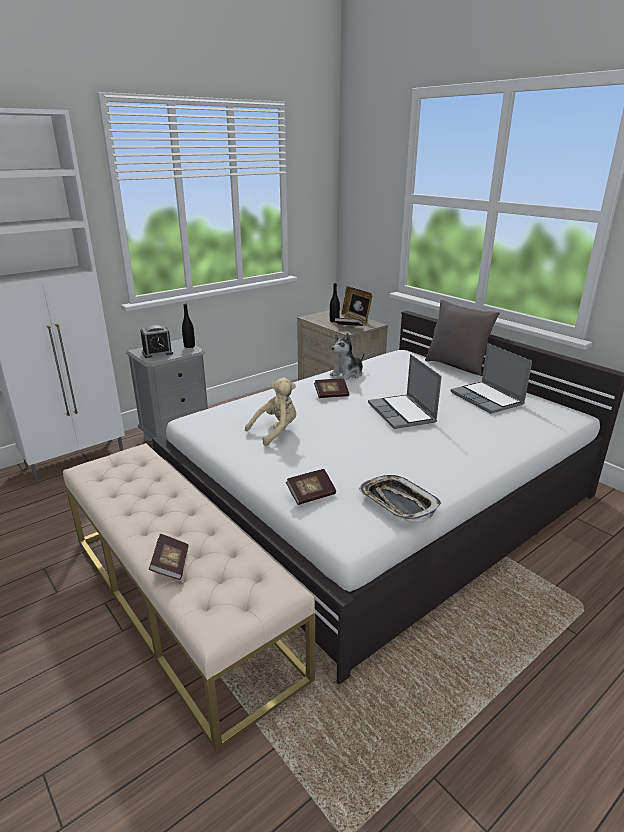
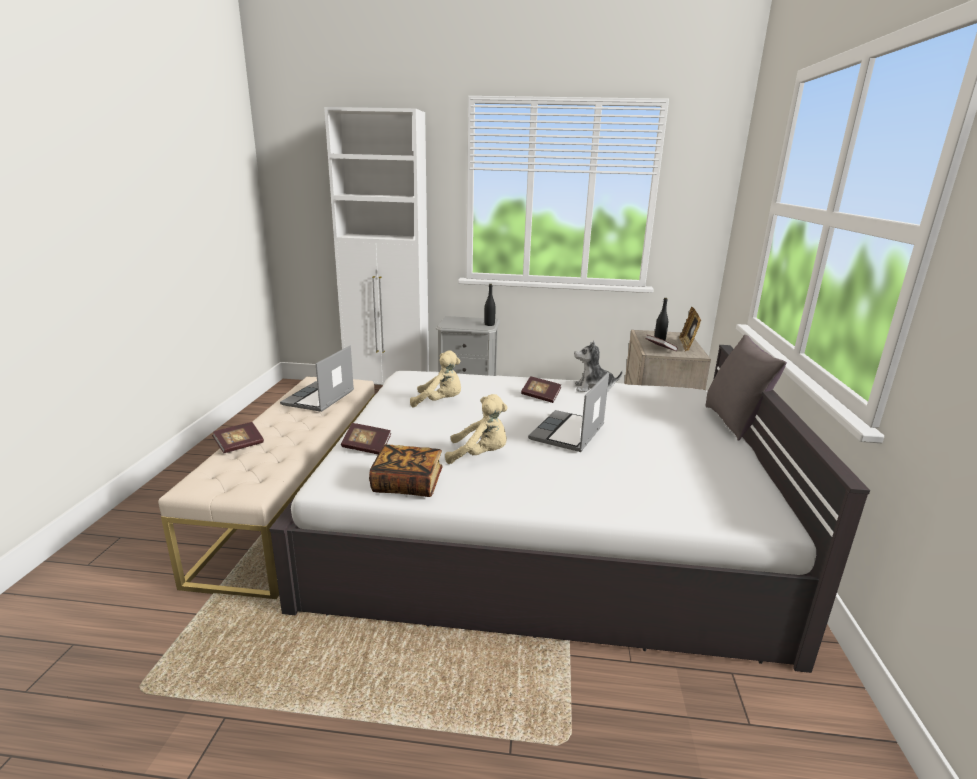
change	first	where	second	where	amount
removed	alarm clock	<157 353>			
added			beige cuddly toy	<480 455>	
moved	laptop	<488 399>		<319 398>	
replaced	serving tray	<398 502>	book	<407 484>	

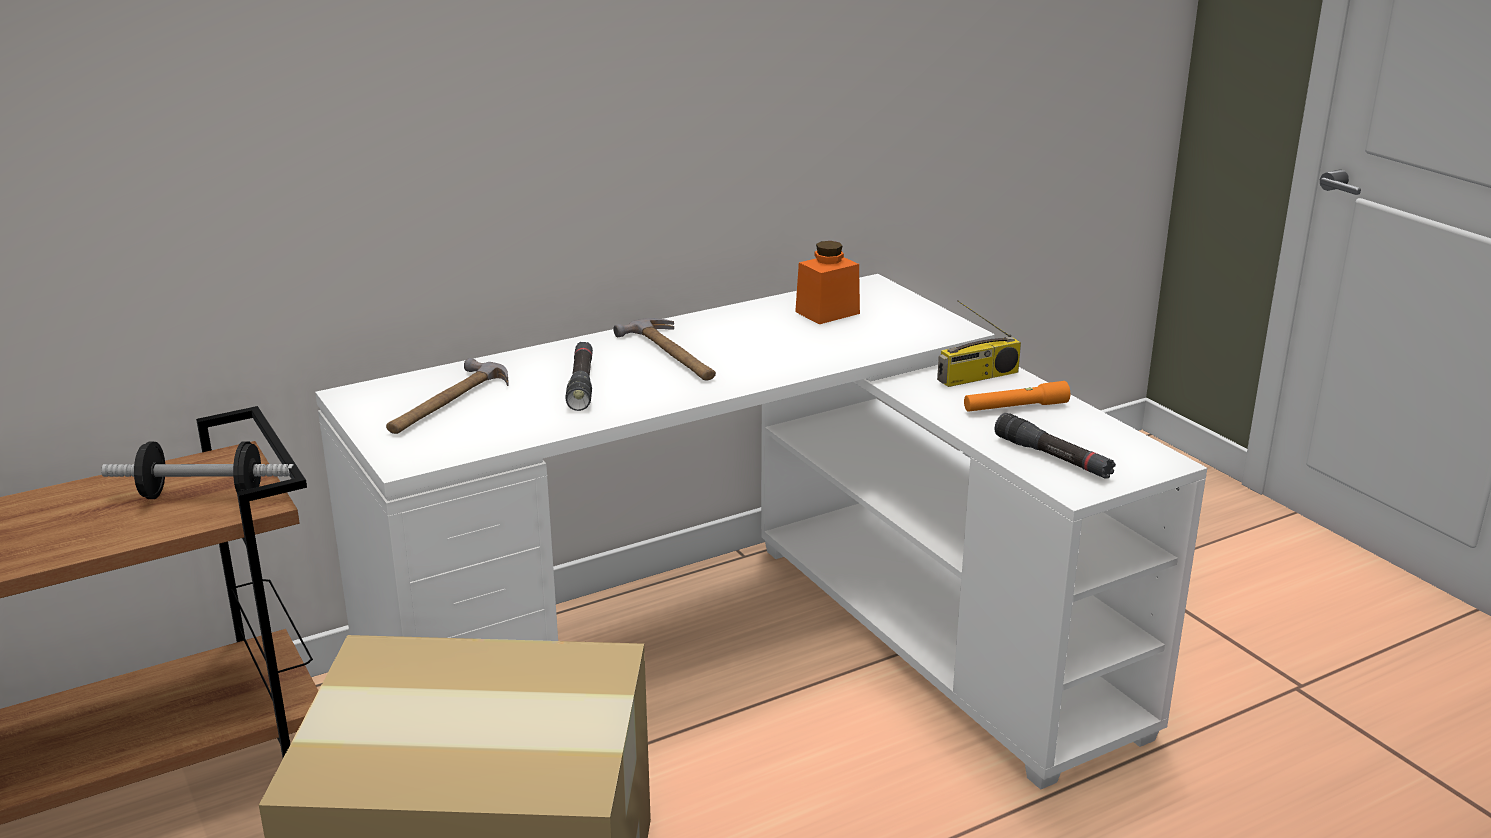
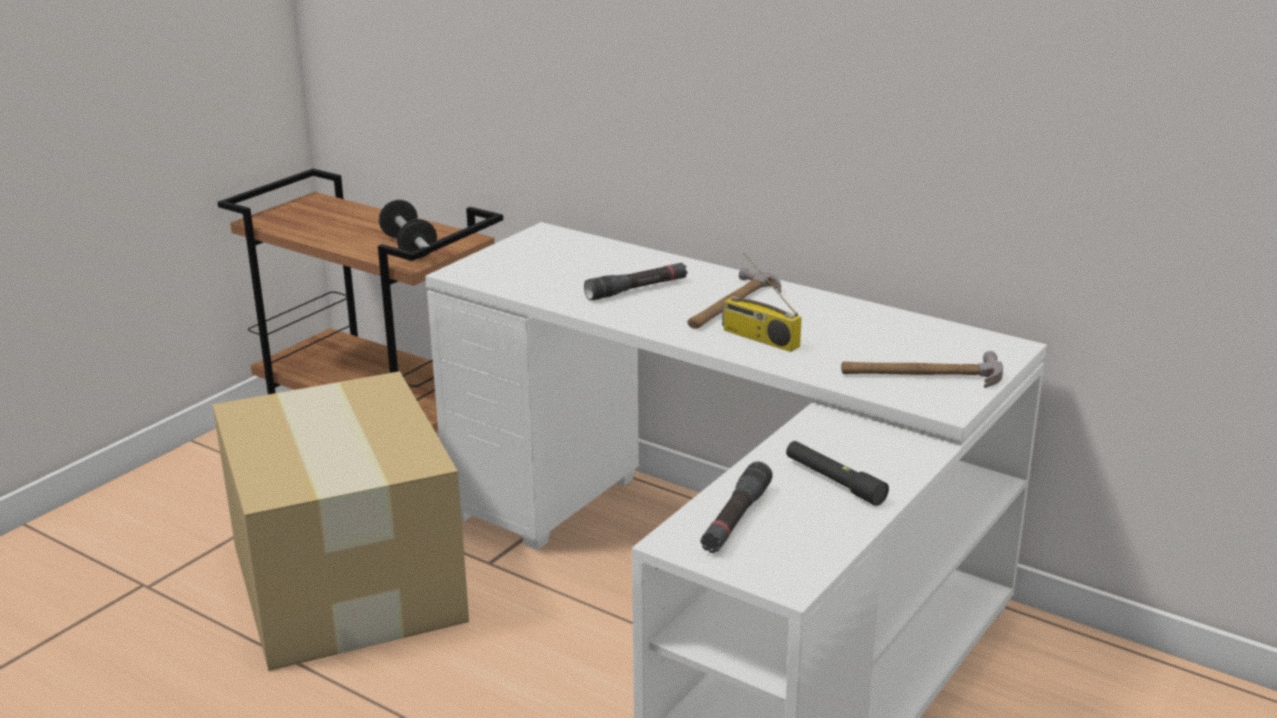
change	first	where	second	where	amount
removed	orange jar	<827 312>			
moved	hammer	<447 403>		<921 375>	
moved	radio receiver	<977 377>		<758 338>	
recoloured	orange hand torch	<1015 407>	black-coloured hand torch	<834 481>	

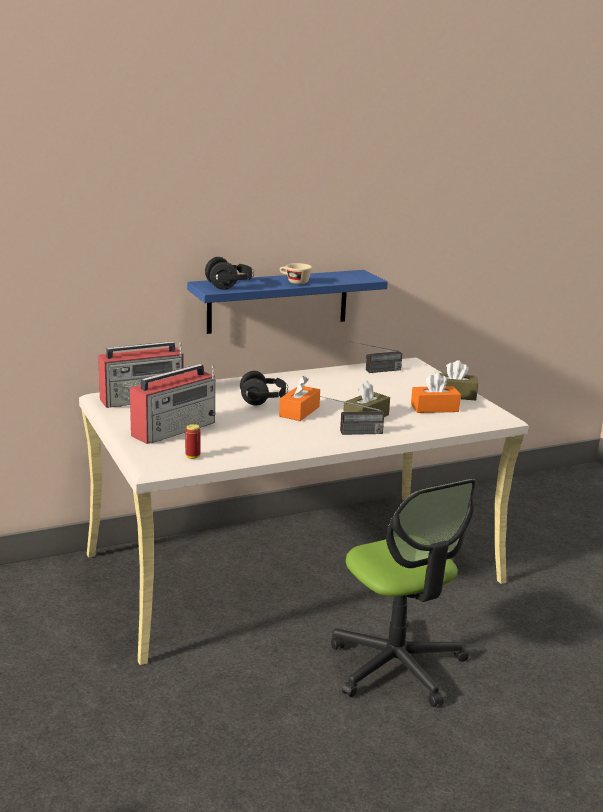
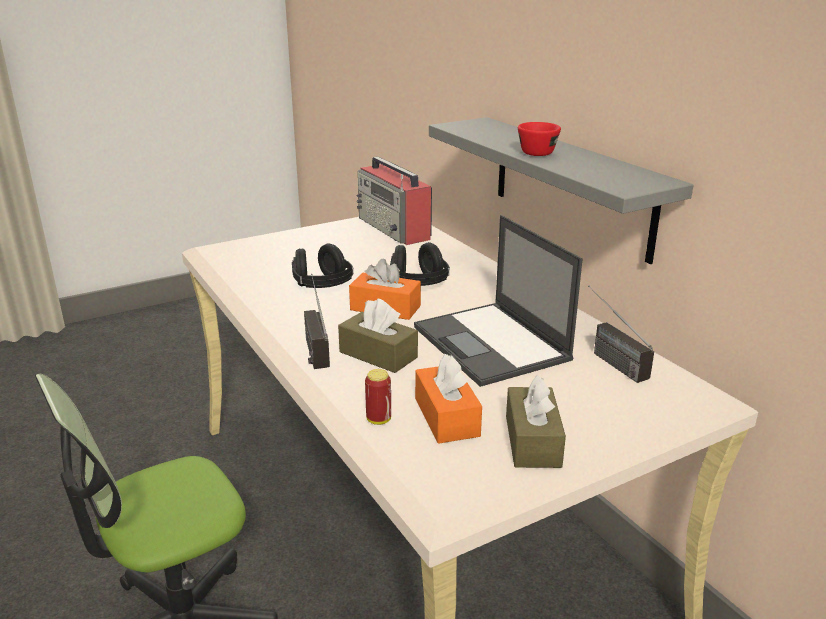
change	first	where	second	where	amount
removed	radio receiver	<175 429>			
added			laptop	<492 344>	
moved	sealed can	<192 456>		<378 420>	
moved	black-coloured headphones	<230 286>		<322 287>	
recoloured	blue wall shelf	<278 301>	greyish wall shelf	<571 186>	
recoloured	beige drinking cup	<294 282>	red-coloured drinking cup	<538 152>	

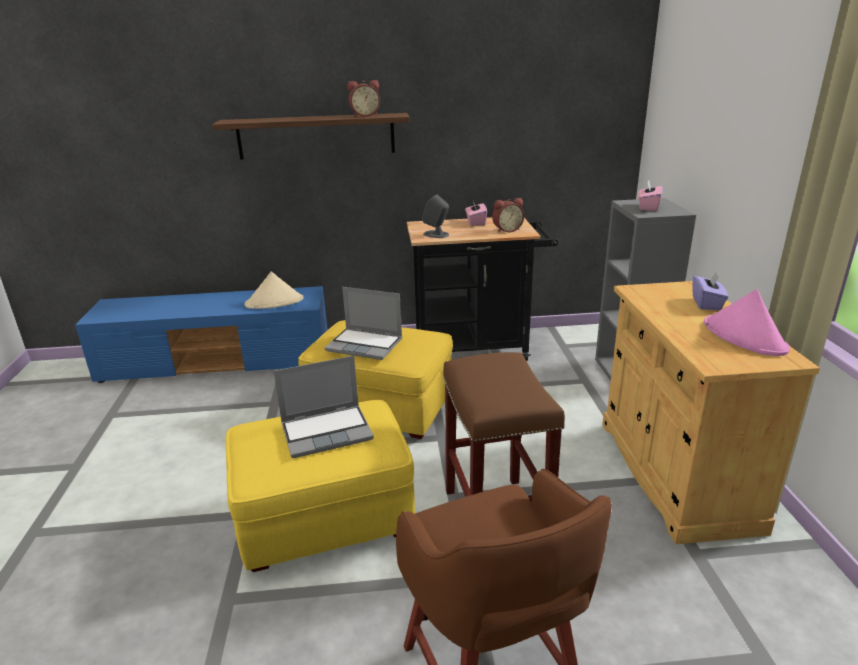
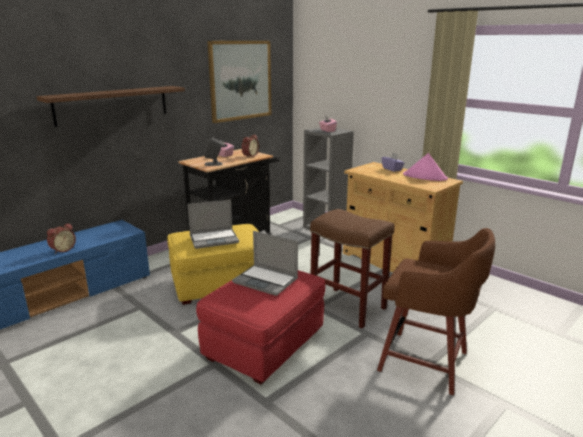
change	first	where	second	where	amount
removed	beige clothing hat	<274 302>			
added			picture	<240 80>	
moved	alarm clock	<365 115>		<62 250>	
recoloured	yellowish footrest	<326 518>	red-coloured footrest	<265 344>	
turned	laptop	<327 431>		<266 281>	90 degrees clockwise

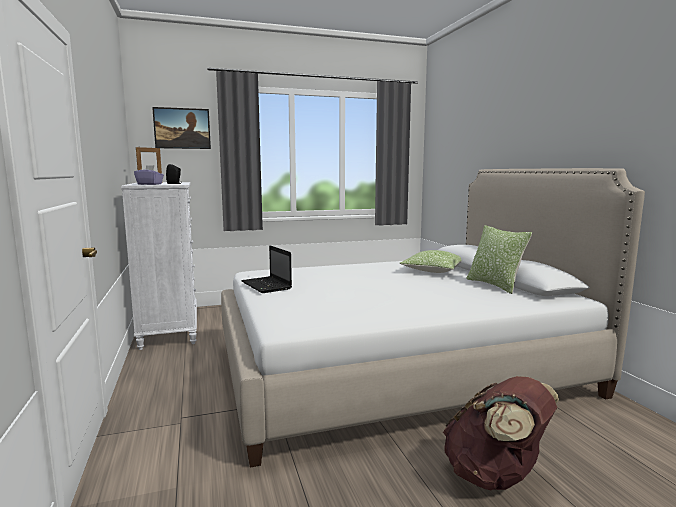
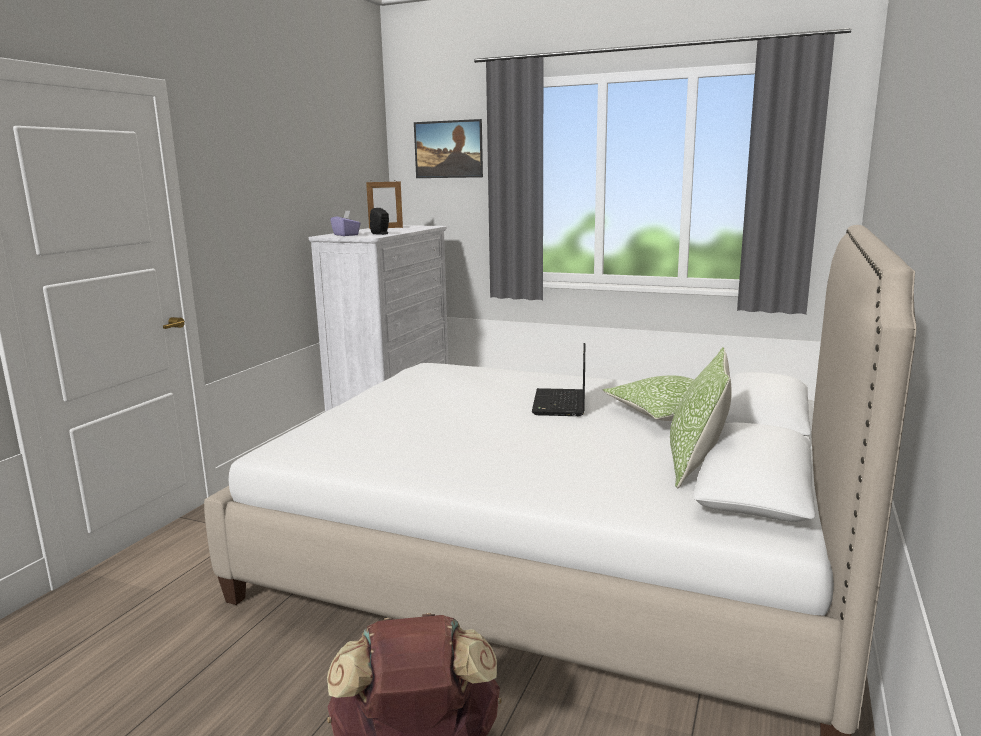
change	first	where	second	where	amount
moved	laptop	<267 286>		<560 404>	

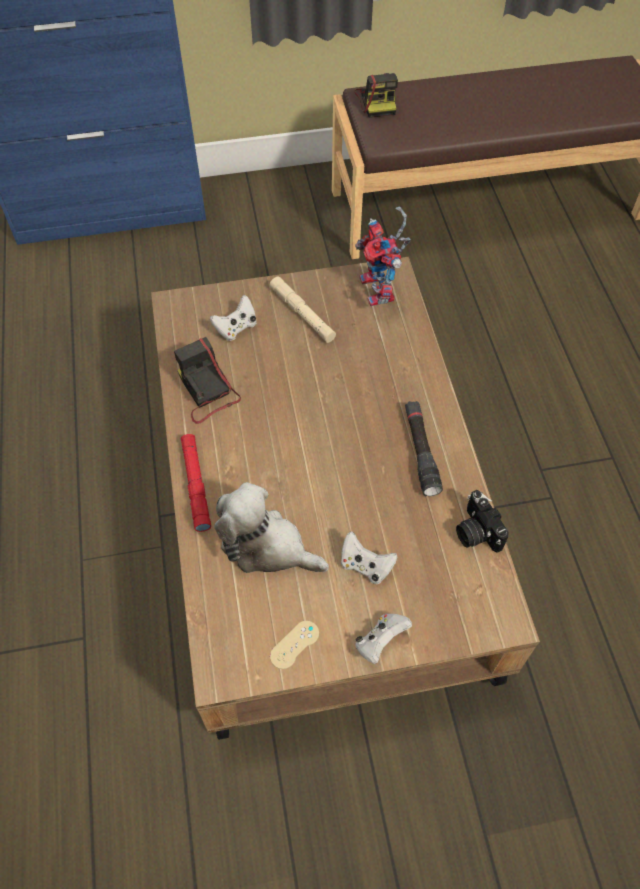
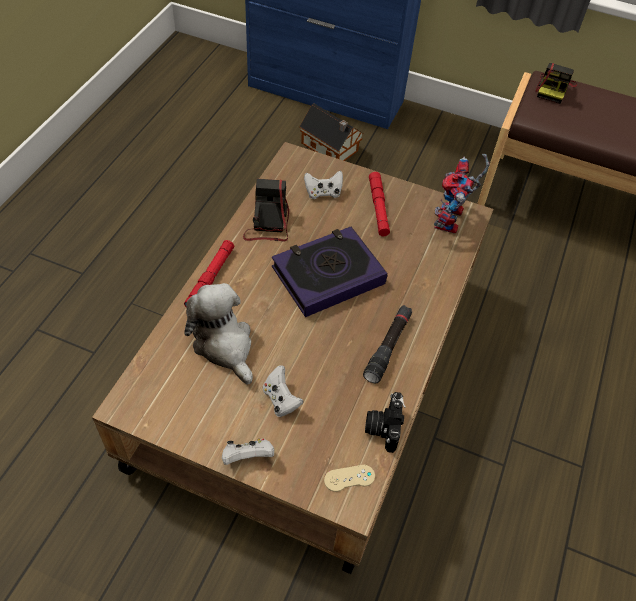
change	first	where	second	where	amount
added			book	<328 275>	
added			model house	<331 148>	
moved	beige gamepad	<294 644>		<349 478>	
recoloured	beige hand torch	<302 313>	red-coloured hand torch	<378 207>	

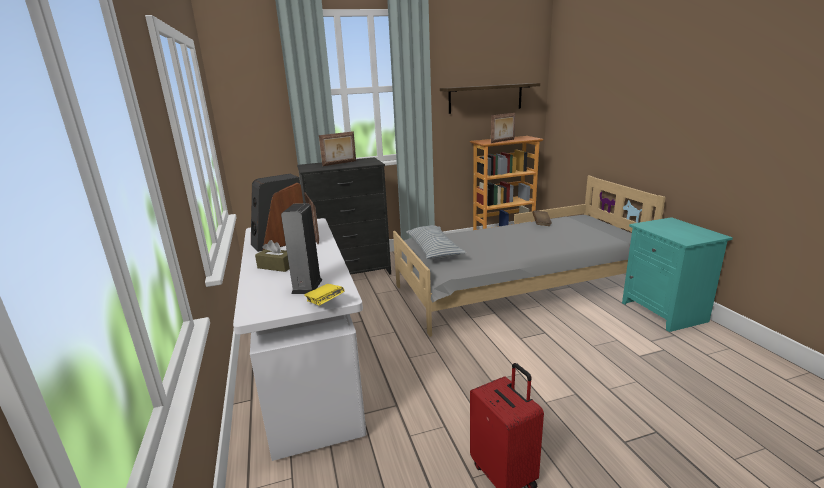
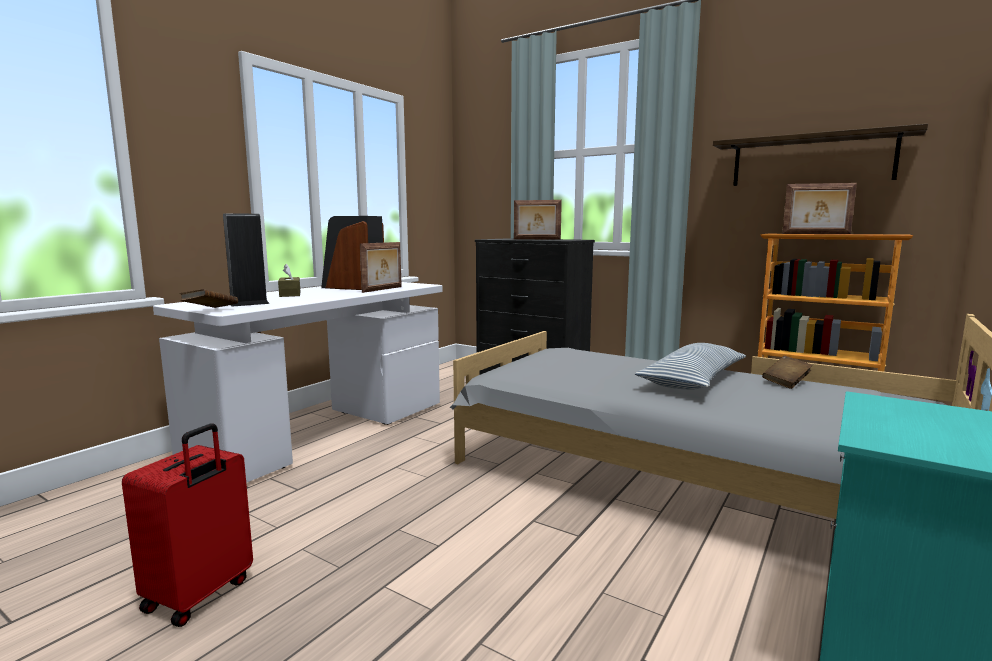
change	first	where	second	where	amount
moved	cushion	<434 250>		<692 380>	
recoloured	yellowish book	<325 303>	brown-coloured book	<210 310>	

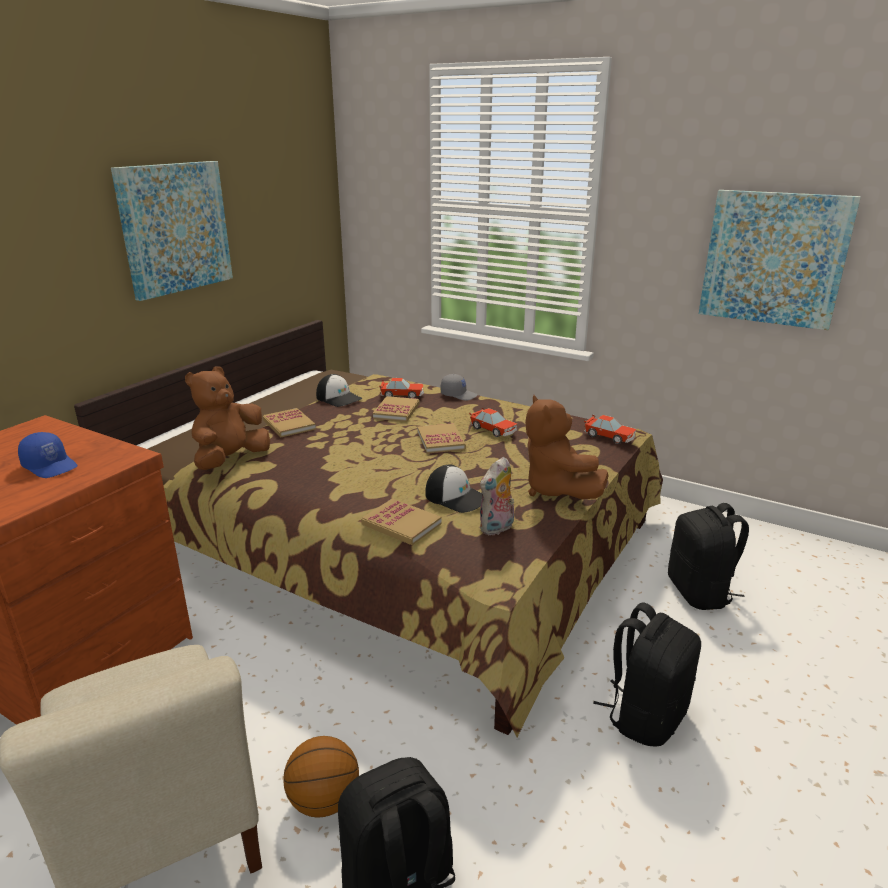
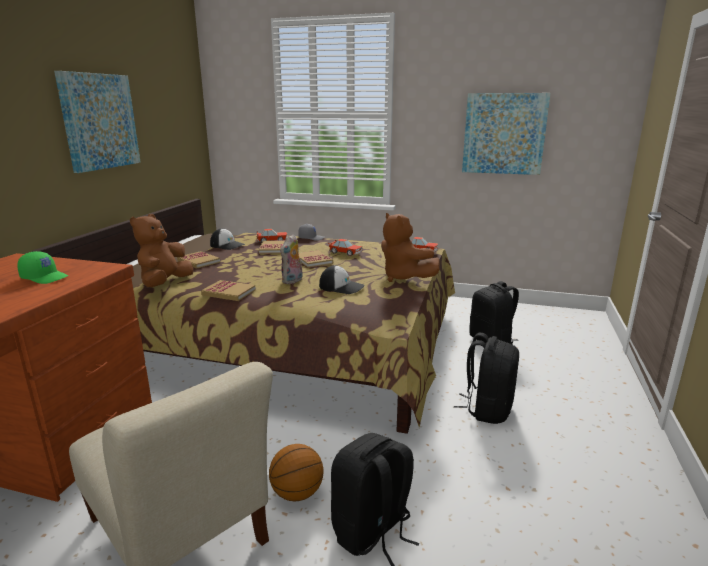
change	first	where	second	where	amount
moved	book	<401 524>		<228 292>	
moved	cuddly toy	<497 528>		<292 281>	
recoloured	blue cap	<51 466>	greenish cap	<45 277>	

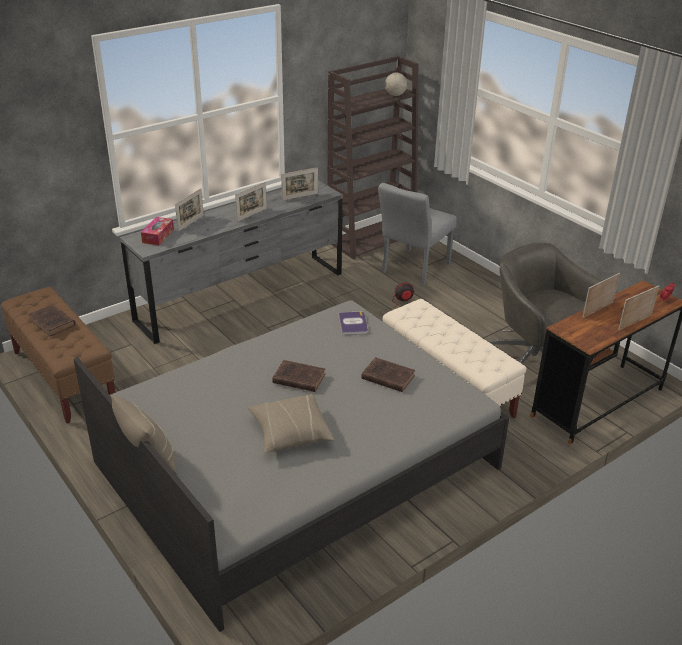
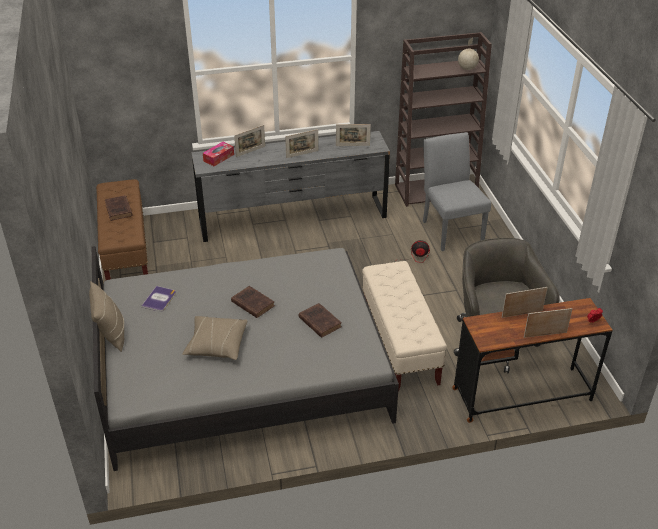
change	first	where	second	where	amount
moved	book	<353 323>		<159 299>	
turned	greyish plain chair	<412 270>		<450 229>	105 degrees clockwise

